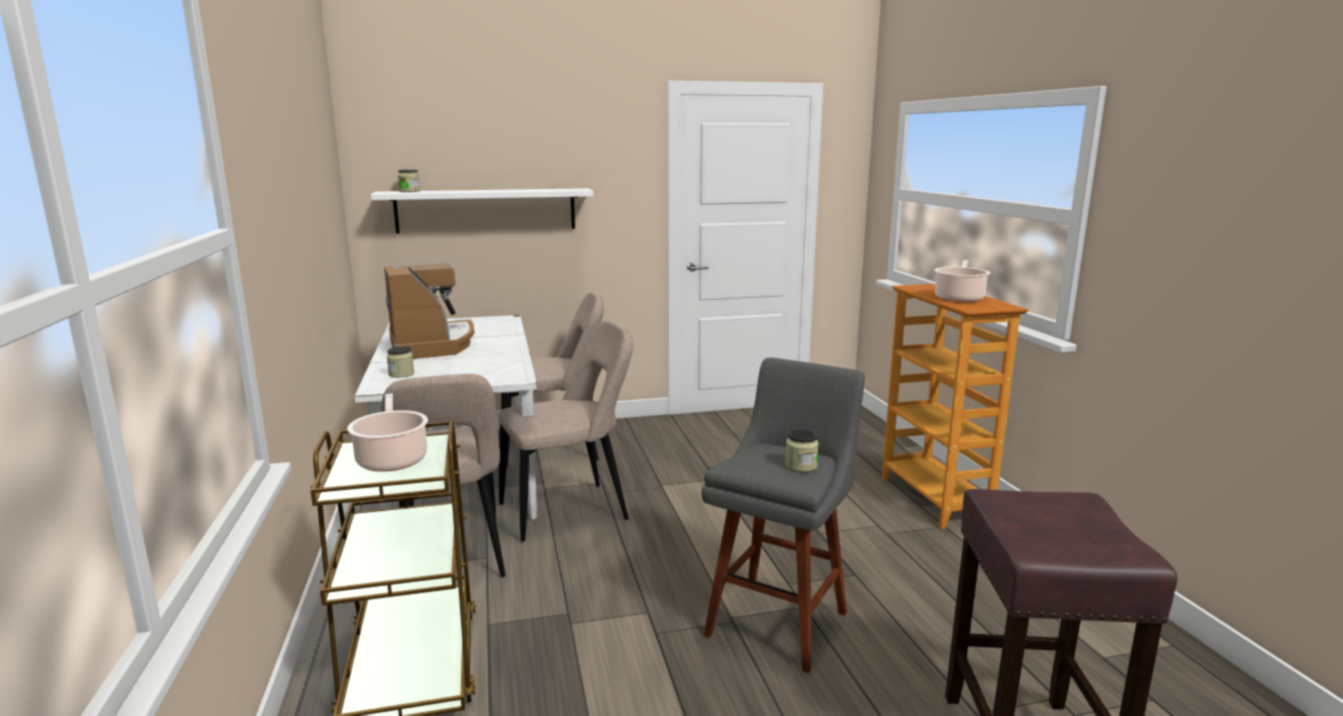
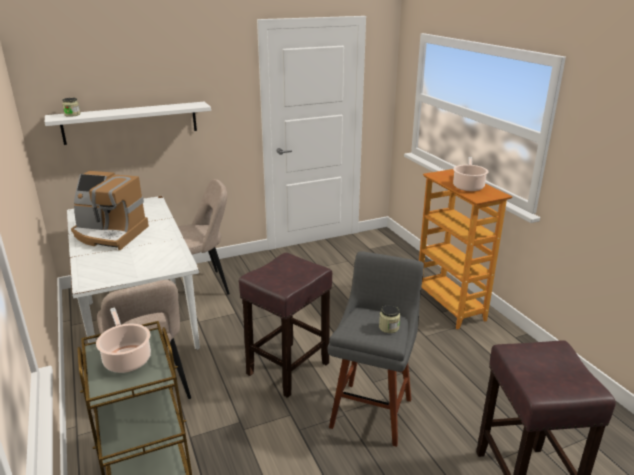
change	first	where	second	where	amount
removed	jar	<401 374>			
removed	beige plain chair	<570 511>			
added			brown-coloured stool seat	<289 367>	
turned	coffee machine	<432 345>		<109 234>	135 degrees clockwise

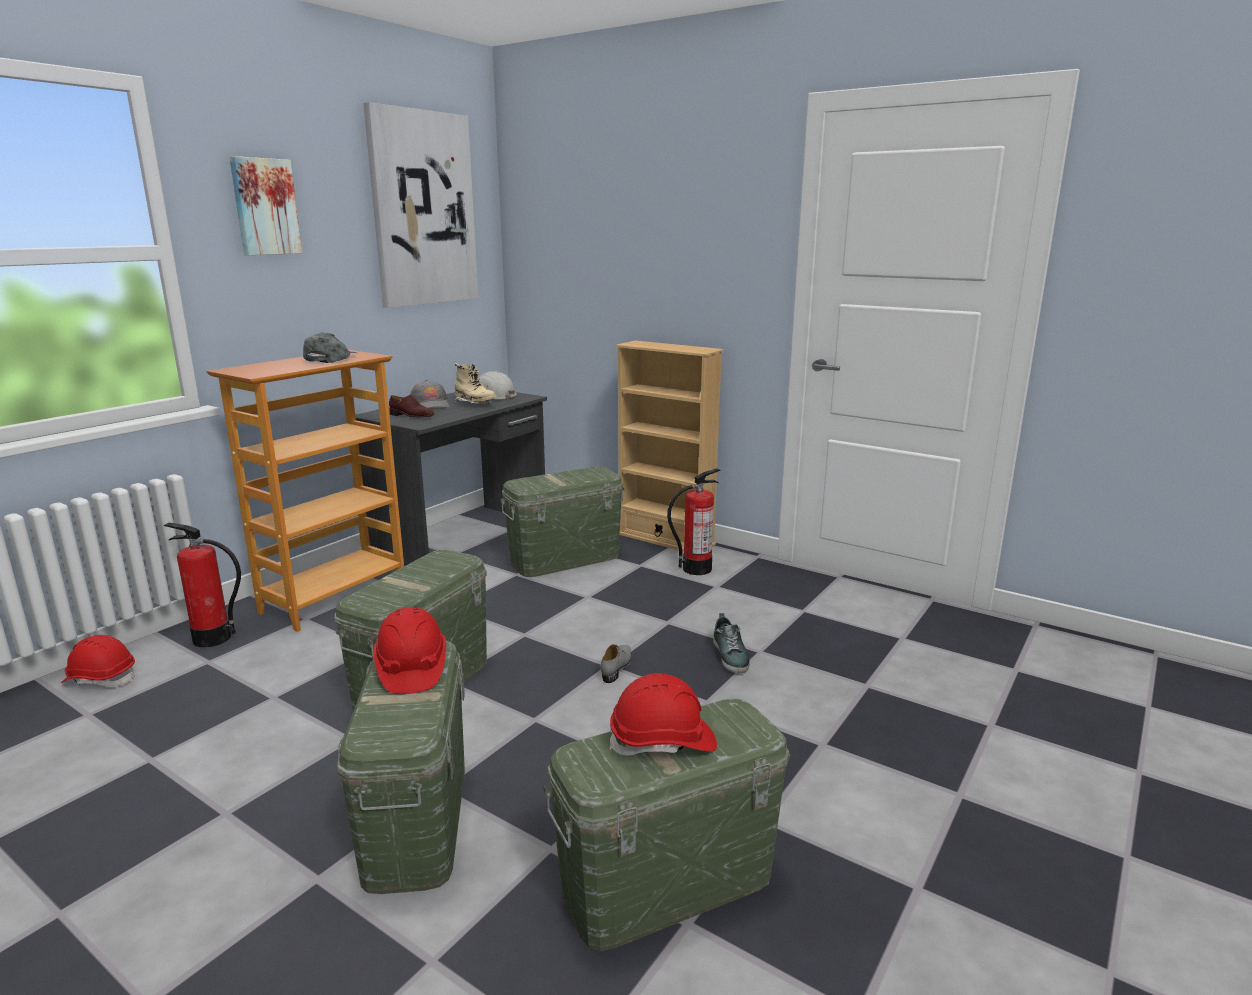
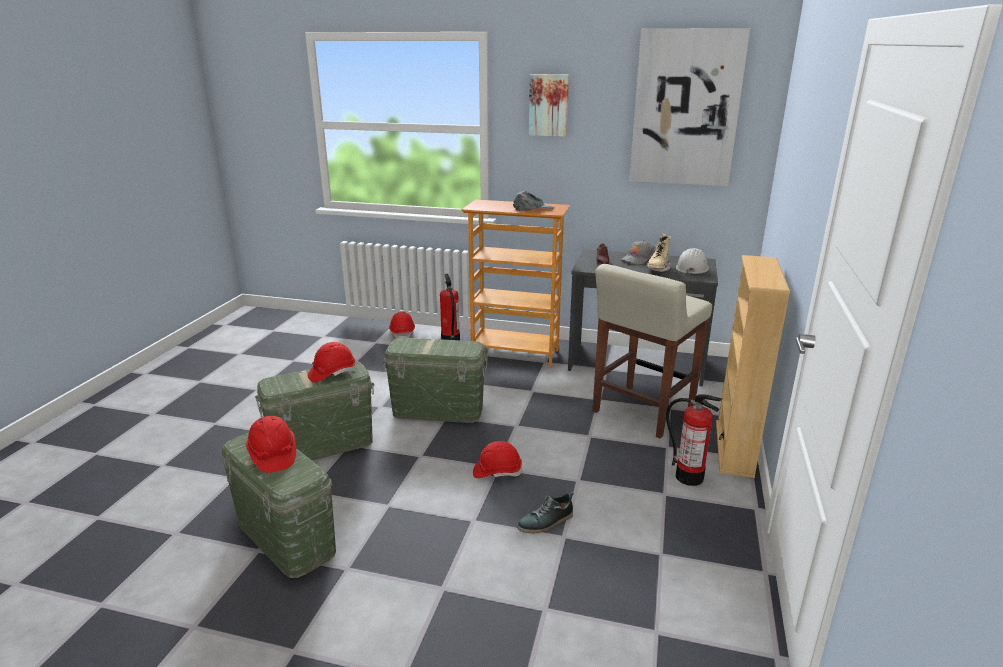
change	first	where	second	where	amount
replaced	greenish storage box	<564 559>	beige stool seat	<642 411>	
replaced	greyish item of footwear	<617 667>	red-coloured work helmet	<497 472>	

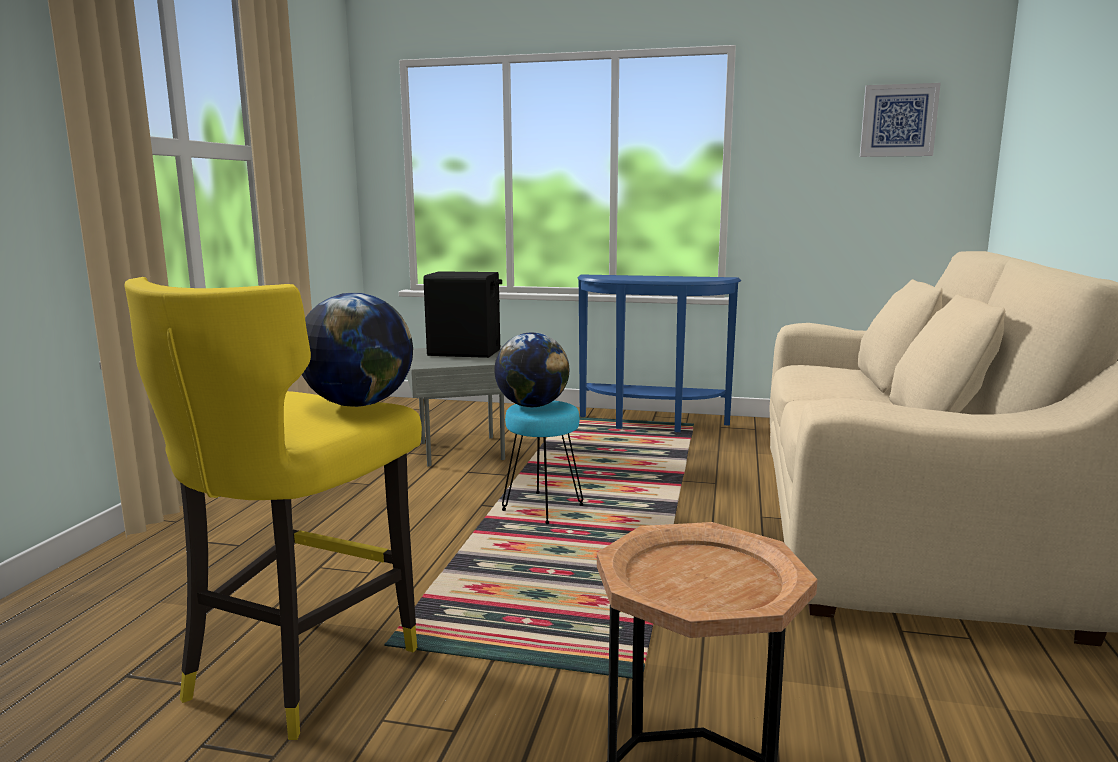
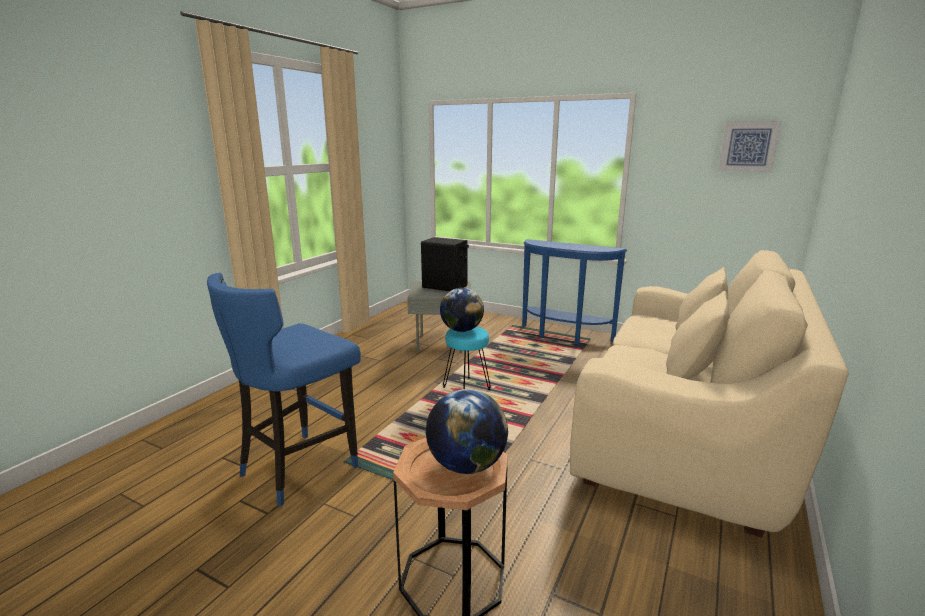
change	first	where	second	where	amount
moved	desk globe	<358 404>		<466 465>	
recoloured	yellowish stool seat	<300 667>	blue stool seat	<299 467>	

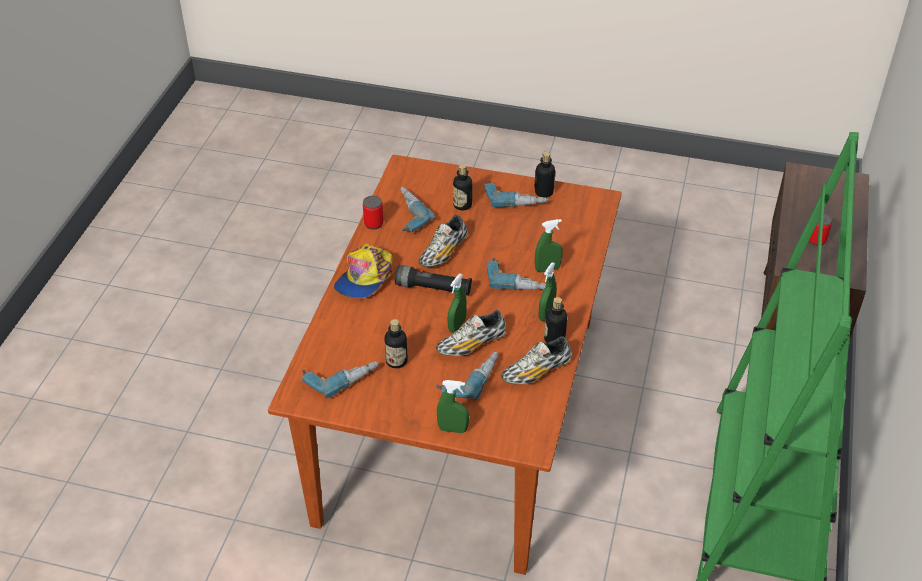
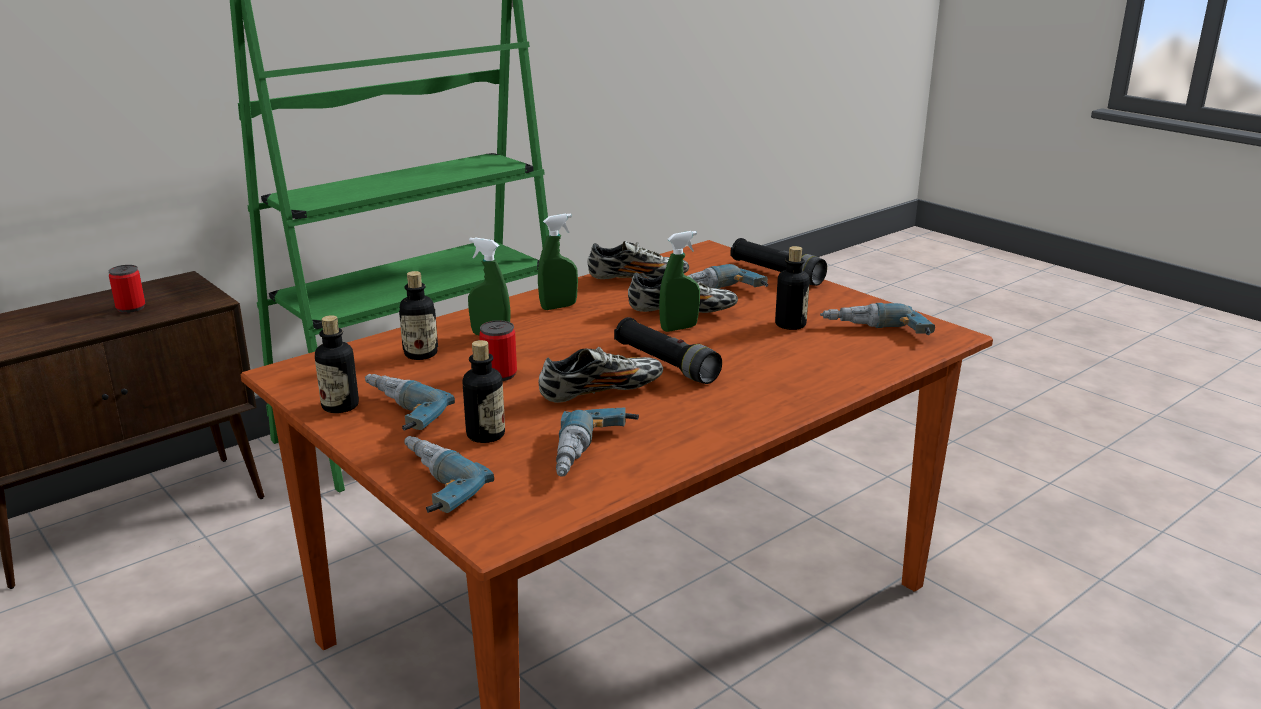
change	first	where	second	where	amount
removed	cap	<364 277>			
moved	sealed can	<373 223>		<499 374>	
moved	electric drill	<518 280>		<427 487>	
moved	beverage bottle	<554 339>		<421 354>	
replaced	greenish sprayer	<453 429>	black-coloured hand torch	<776 273>	

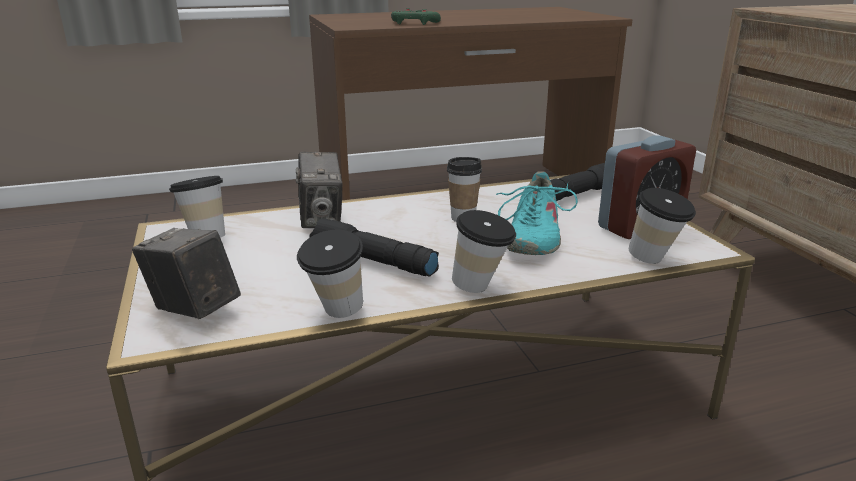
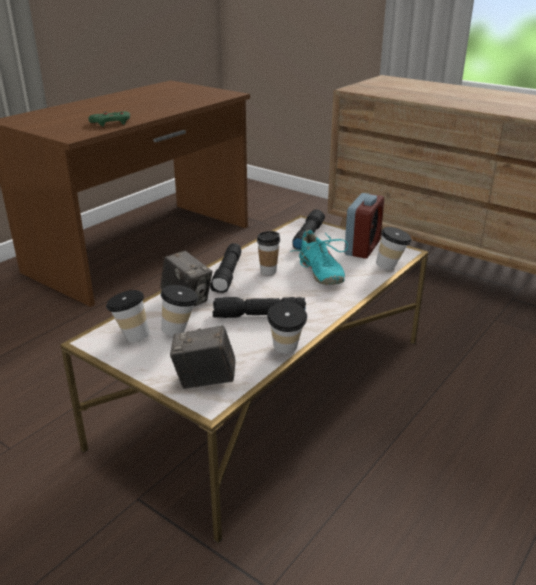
change	first	where	second	where	amount
added			black-coloured hand torch	<228 275>	
moved	drinking cup	<481 288>		<181 331>	

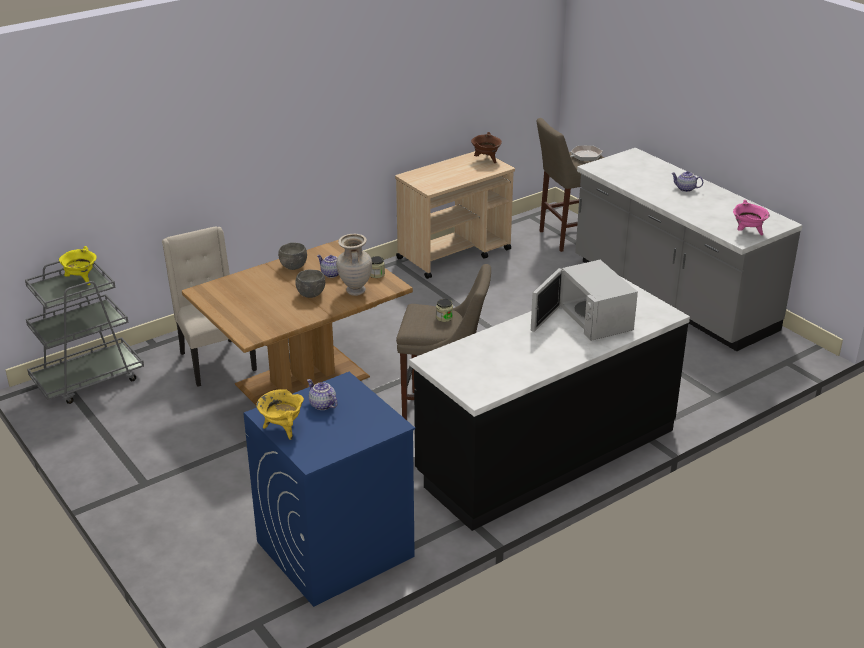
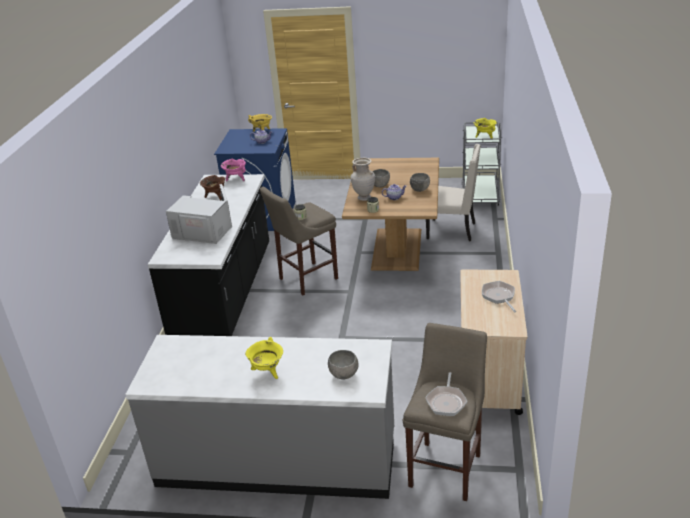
change	first	where	second	where	amount
added			greyish bowl	<344 375>	
added			skillet	<499 296>	
moved	brown-coloured stockpot	<486 160>		<215 196>	
moved	pink-coloured stockpot	<748 232>		<236 179>	
replaced	tea pot	<685 189>	yellowish stockpot	<267 372>	

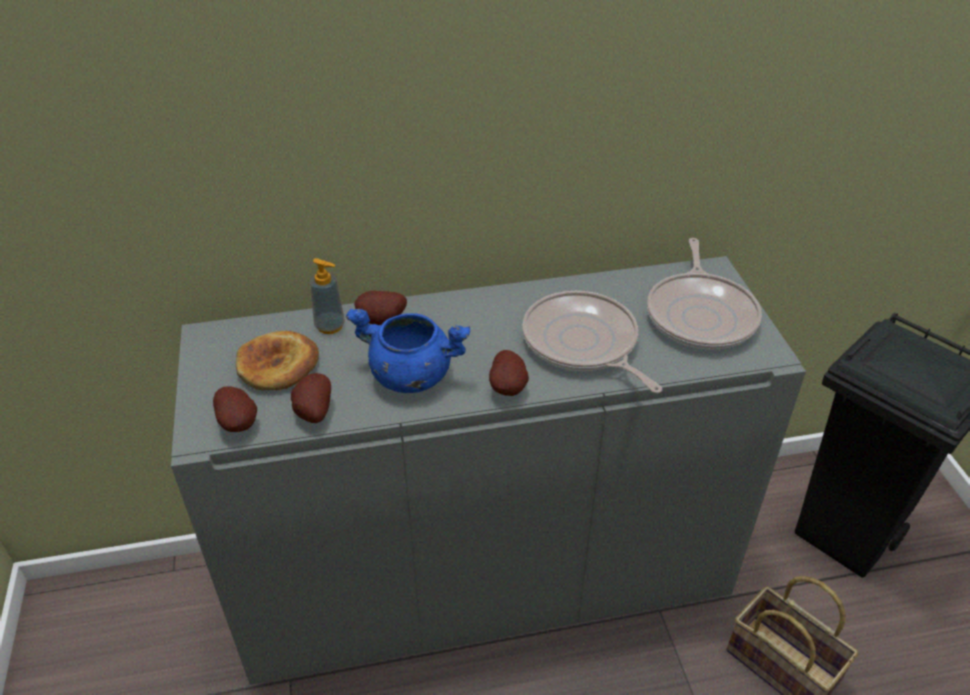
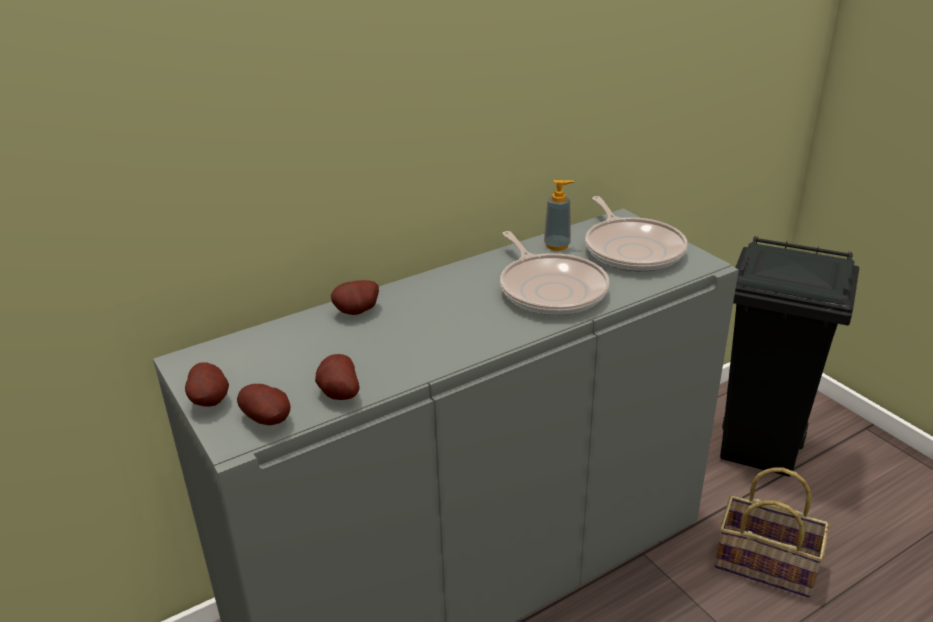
change	first	where	second	where	amount
removed	bakery bread	<277 365>			
removed	blue stockpot	<410 375>			
moved	liquid soap bottle	<330 326>		<557 245>	
moved	potato	<509 388>		<211 401>	
turned	skillet	<583 344>		<550 289>	150 degrees counterclockwise

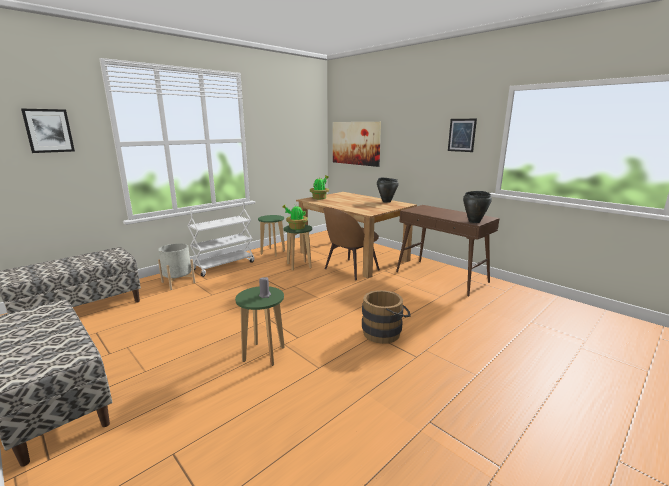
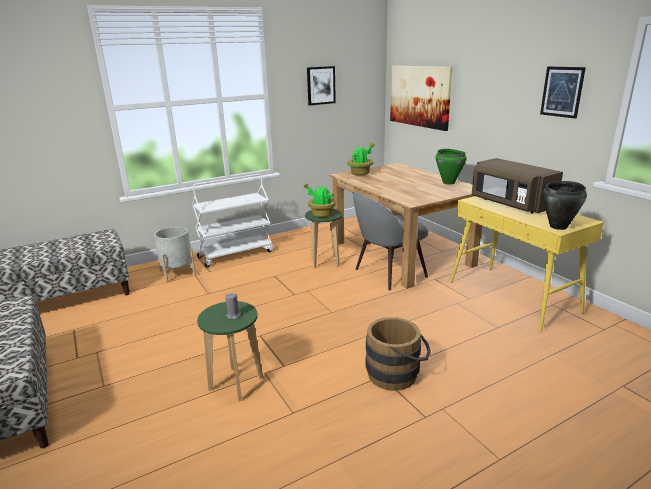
change	first	where	second	where	amount
removed	greenish stool seat	<273 252>			
added			brown-coloured microwave oven	<510 204>	
moved	picture	<48 130>		<320 85>	
recoloured	brown-coloured plain chair	<350 270>	greyish plain chair	<388 273>	
recoloured	black-coloured stockpot	<386 201>	greenish stockpot	<448 182>	
recoloured	brown-coloured narrow table	<442 277>	yellowish narrow table	<513 297>	

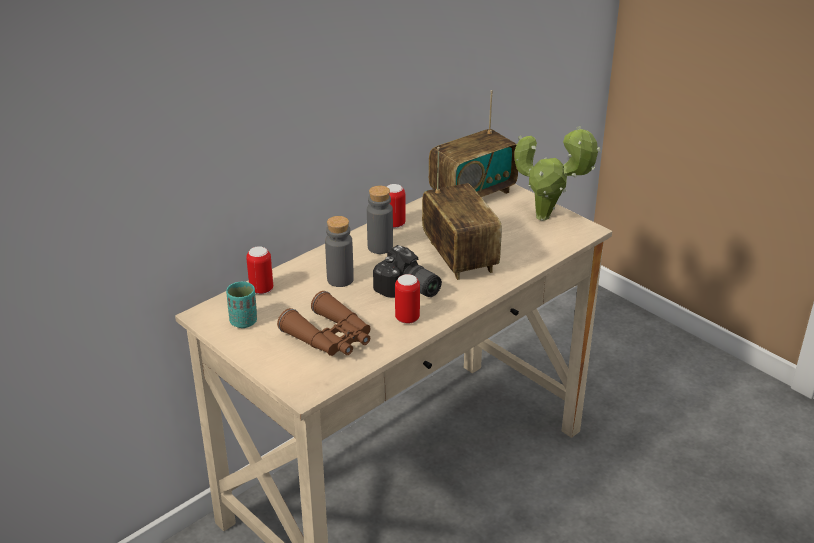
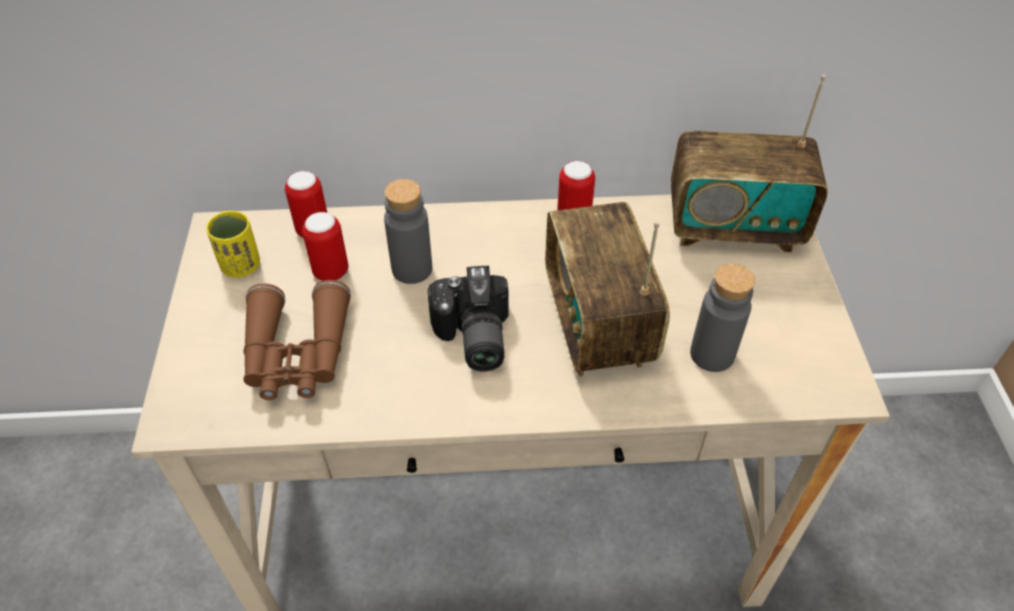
change	first	where	second	where	amount
removed	houseplant	<547 218>			
moved	greyish beverage bottle	<380 247>		<712 354>	
moved	sealed can	<407 318>		<331 272>	
recoloured	blue-green drinking cup	<243 322>	yellowish drinking cup	<241 266>	
turned	radio receiver	<459 257>		<598 324>	150 degrees clockwise

